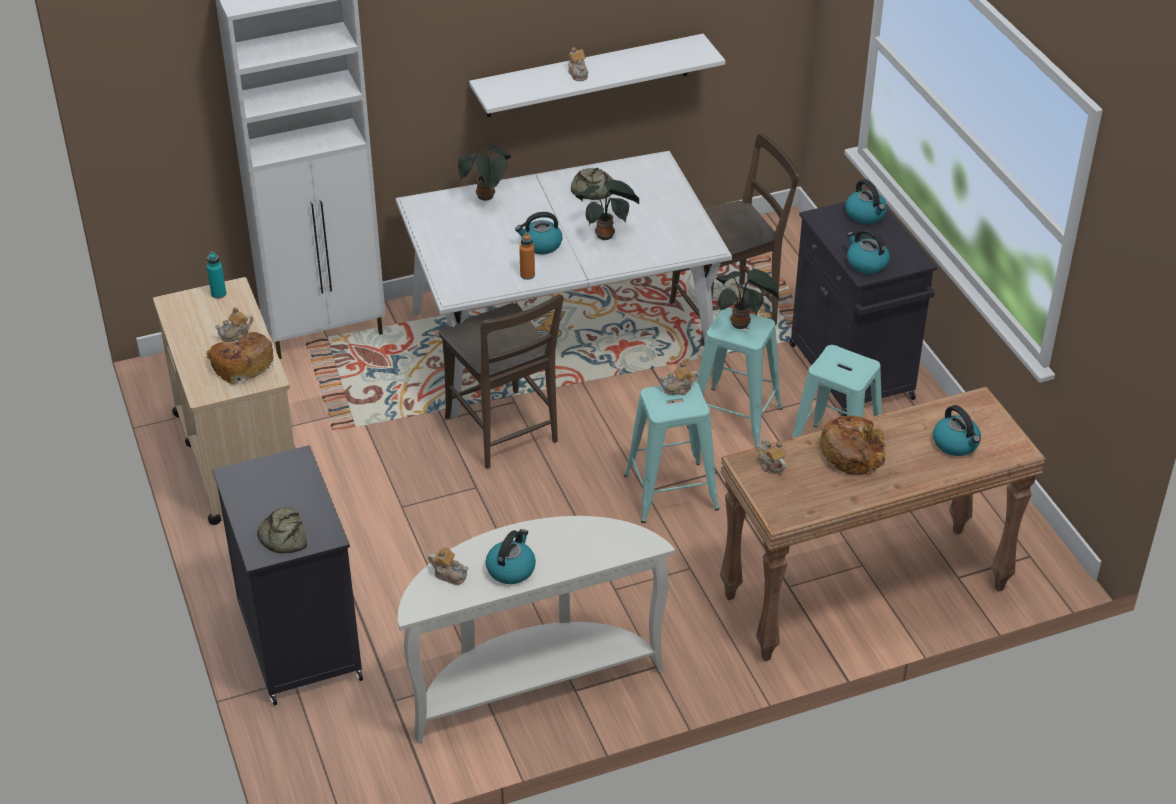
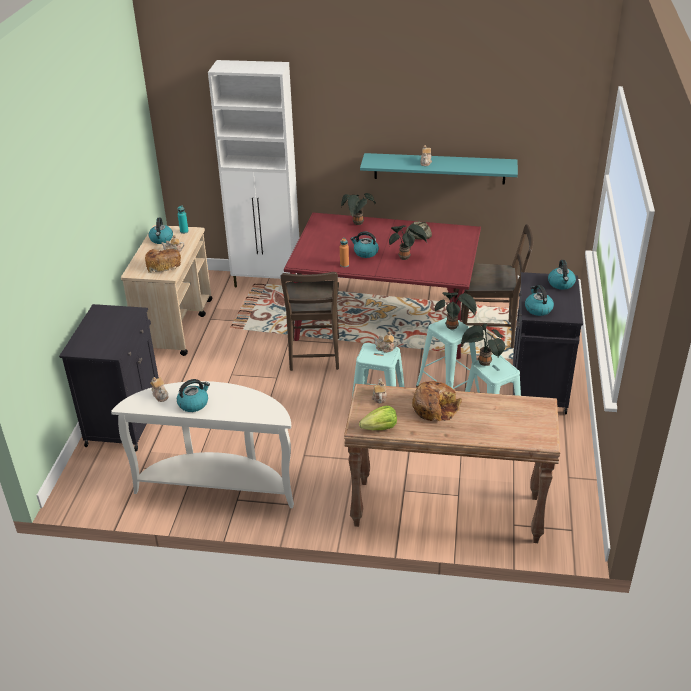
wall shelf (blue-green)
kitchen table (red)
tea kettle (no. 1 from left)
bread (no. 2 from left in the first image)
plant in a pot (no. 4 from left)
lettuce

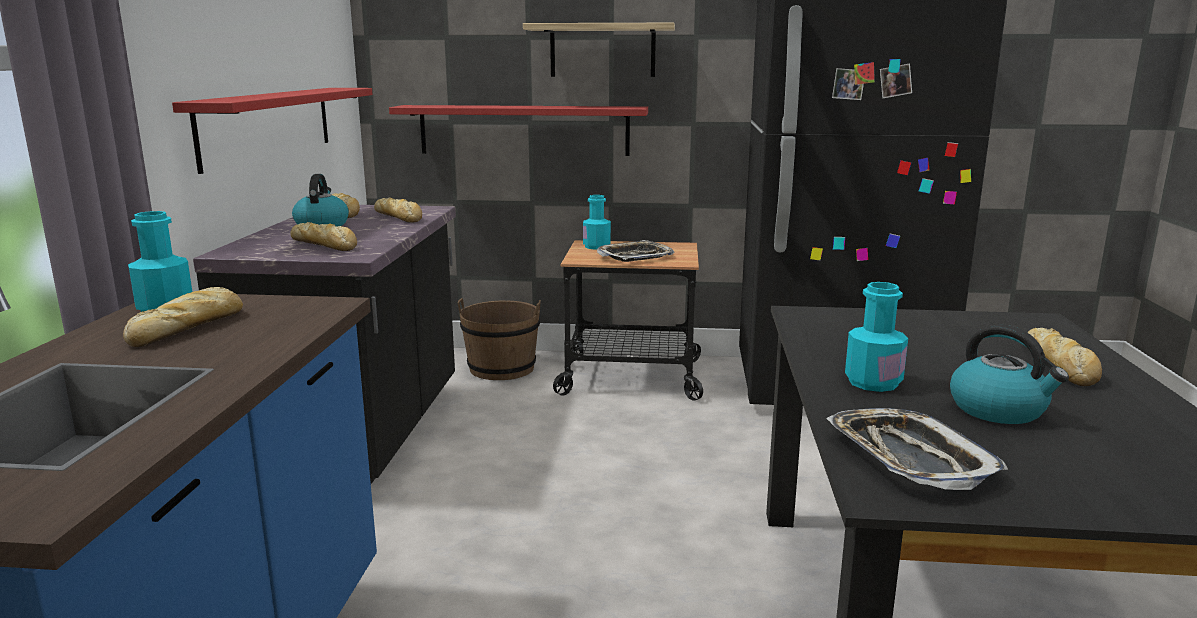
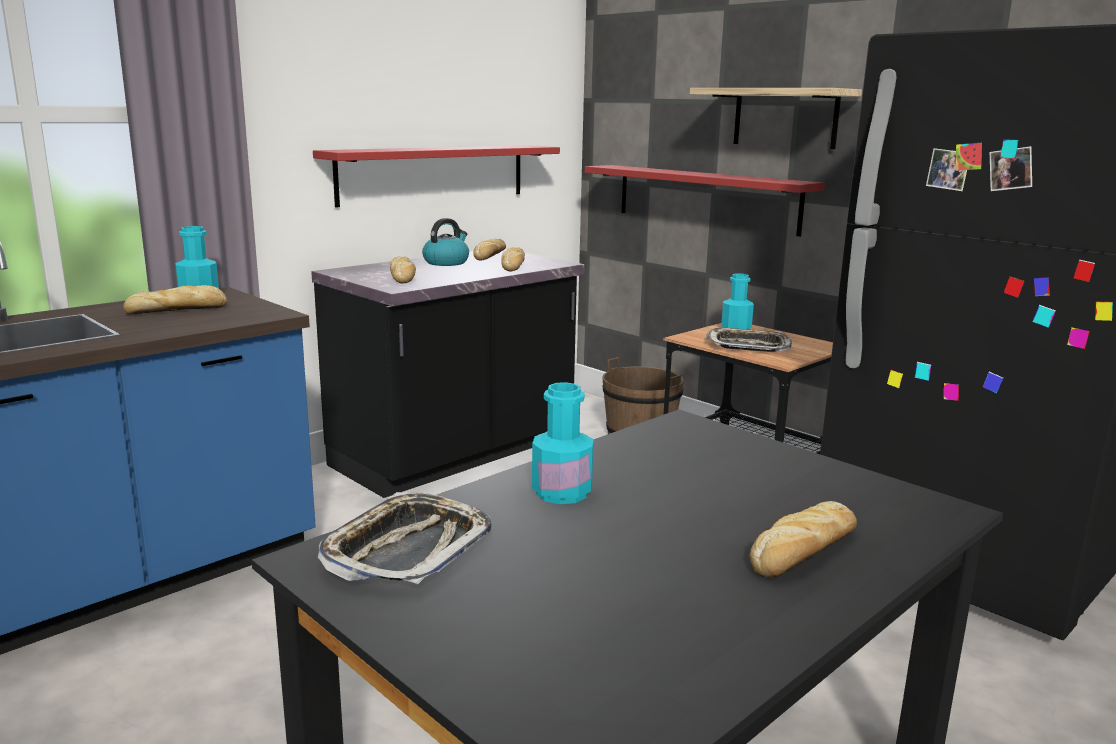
tea kettle (no. 2 from left in the first image)

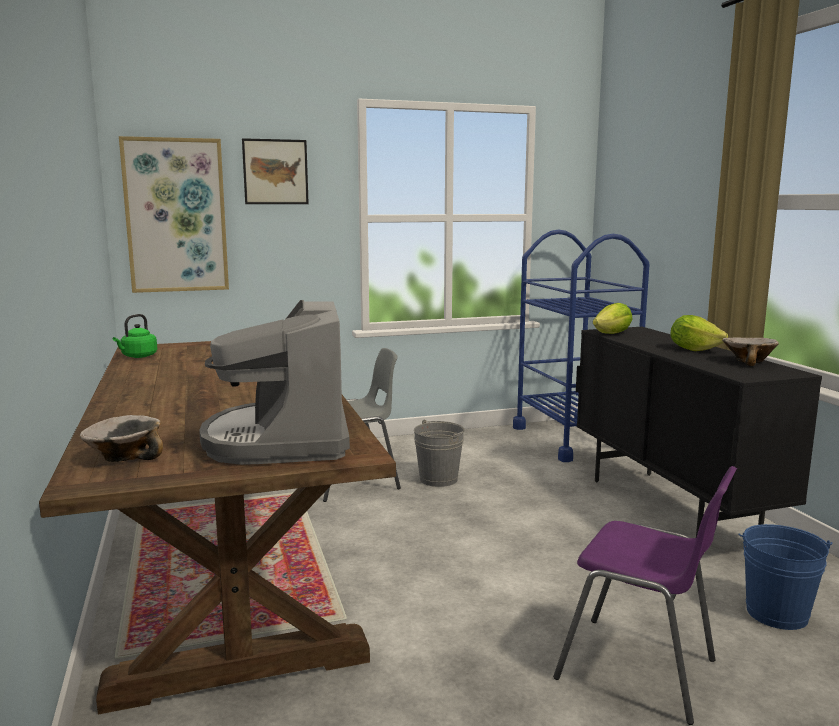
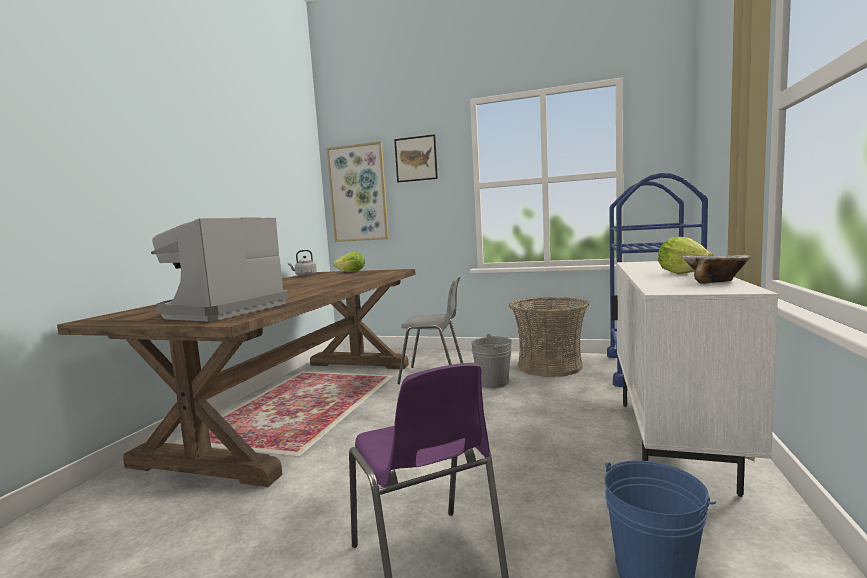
lettuce (no. 1 from left)
tea kettle (grey)
cabinet (white-coloured)
serving bowl (no. 1 from left in the first image)
basket

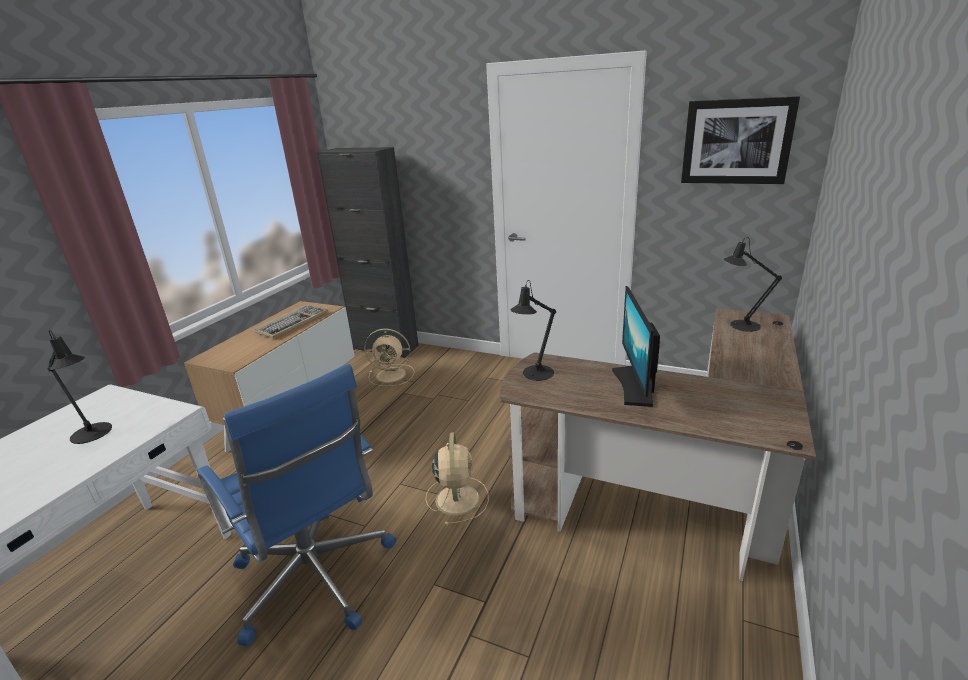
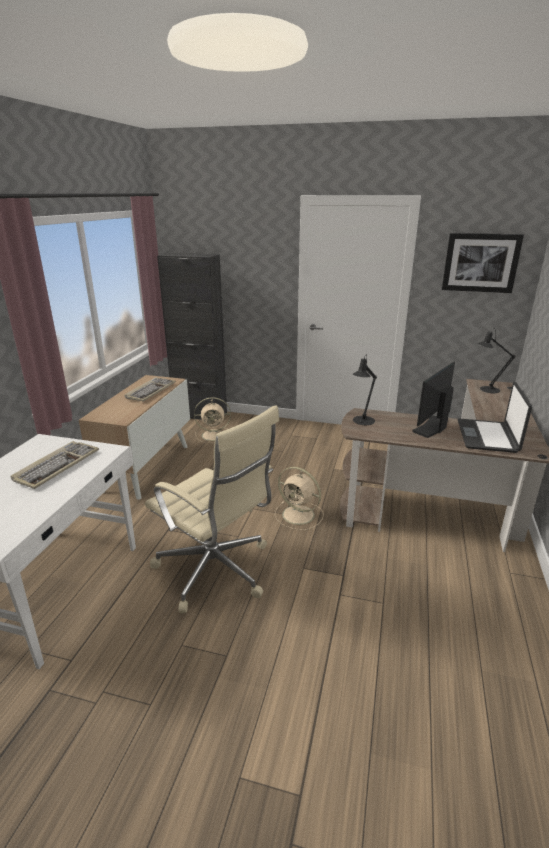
computer screen
PC keyboard (no. 1 from left)
computer chair (beige-coloured)
cooling fan (beige-coloured) (no. 2 from left)
notebook computer

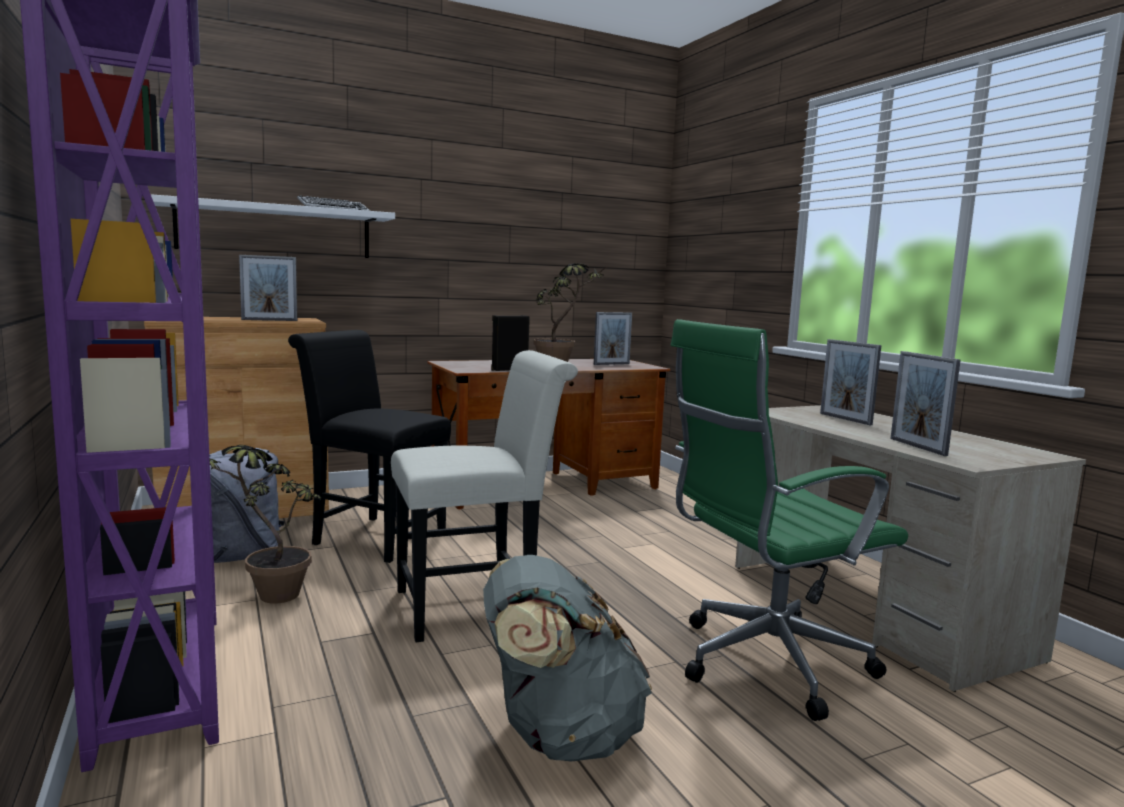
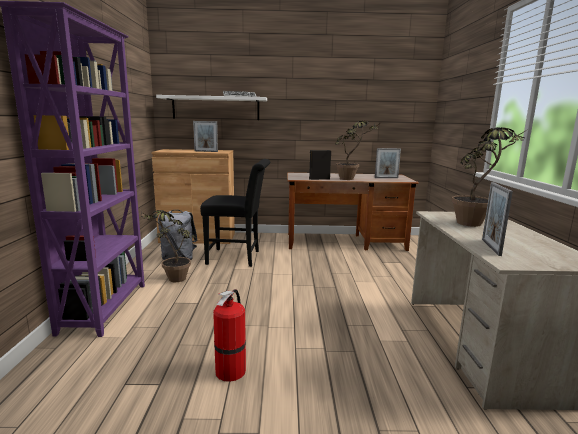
computer chair (green-coloured)
chair (black-coloured)
plant in a pot (no. 3 from left)
chair (white-coloured)
extinguisher

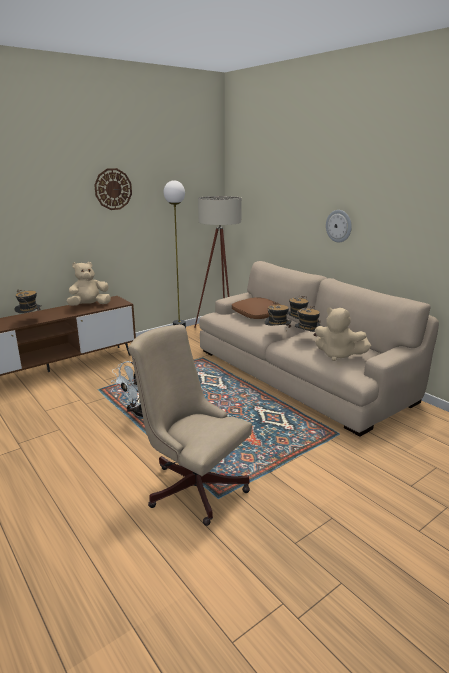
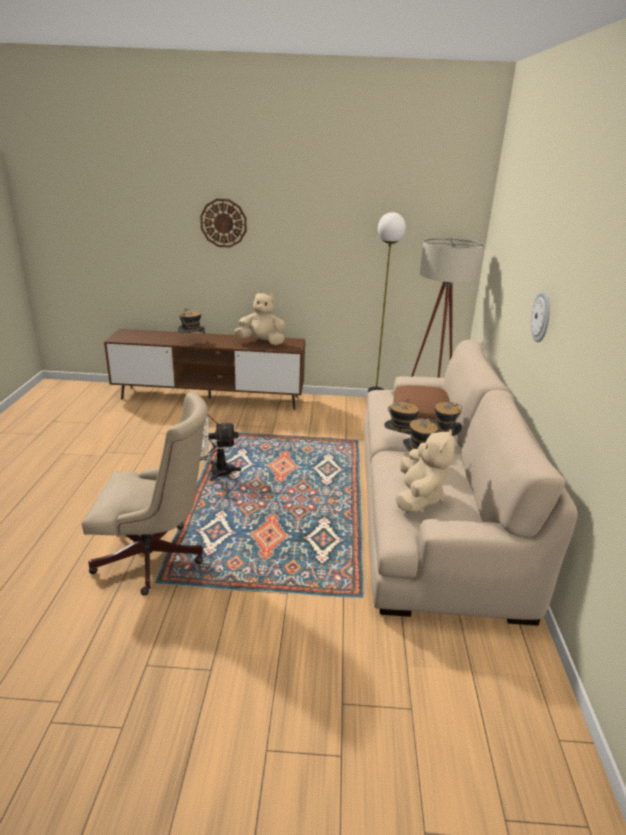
hanging clock (no. 1 from left)
plush toy (beige-coloured) (no. 2 from left)
computer chair (beige-coloured)

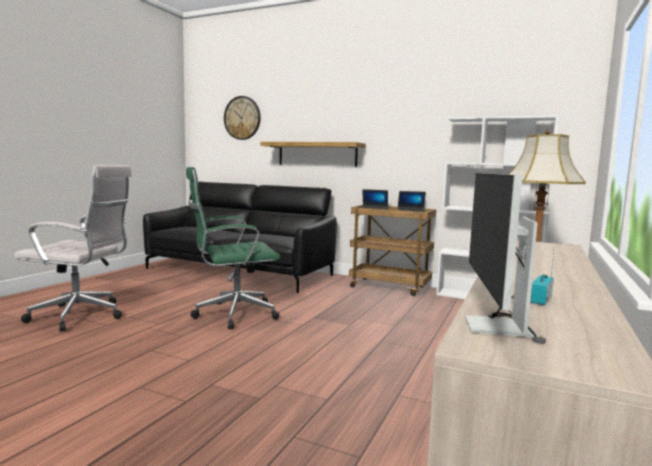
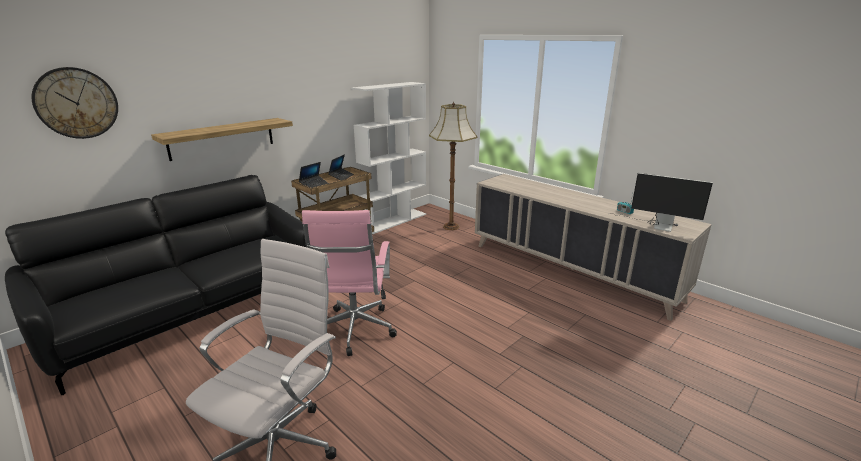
computer chair (pink)

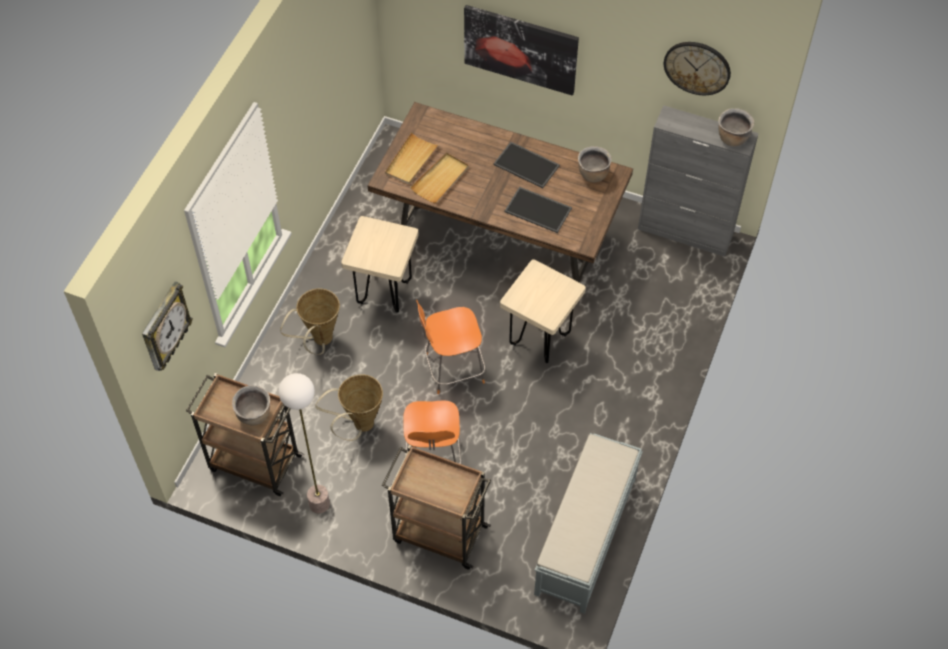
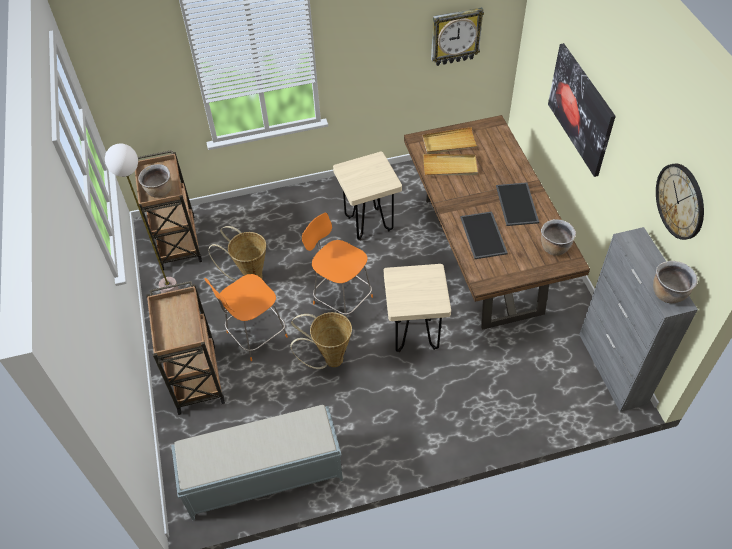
hanging clock (no. 1 from left)
basket (no. 2 from left)

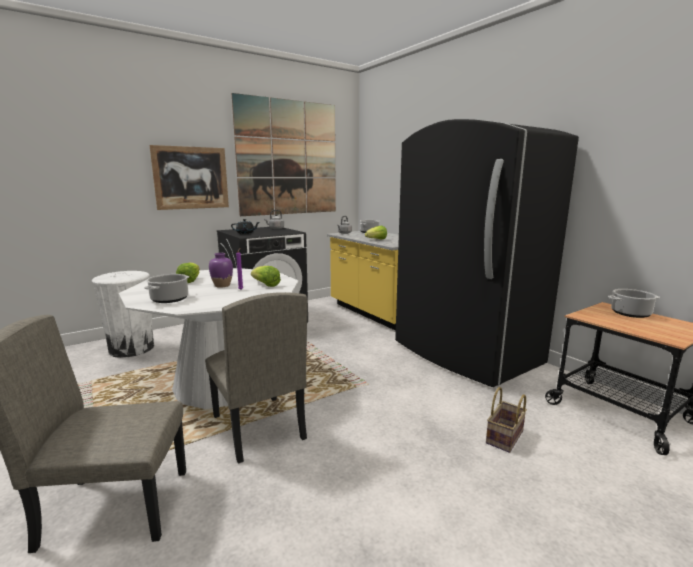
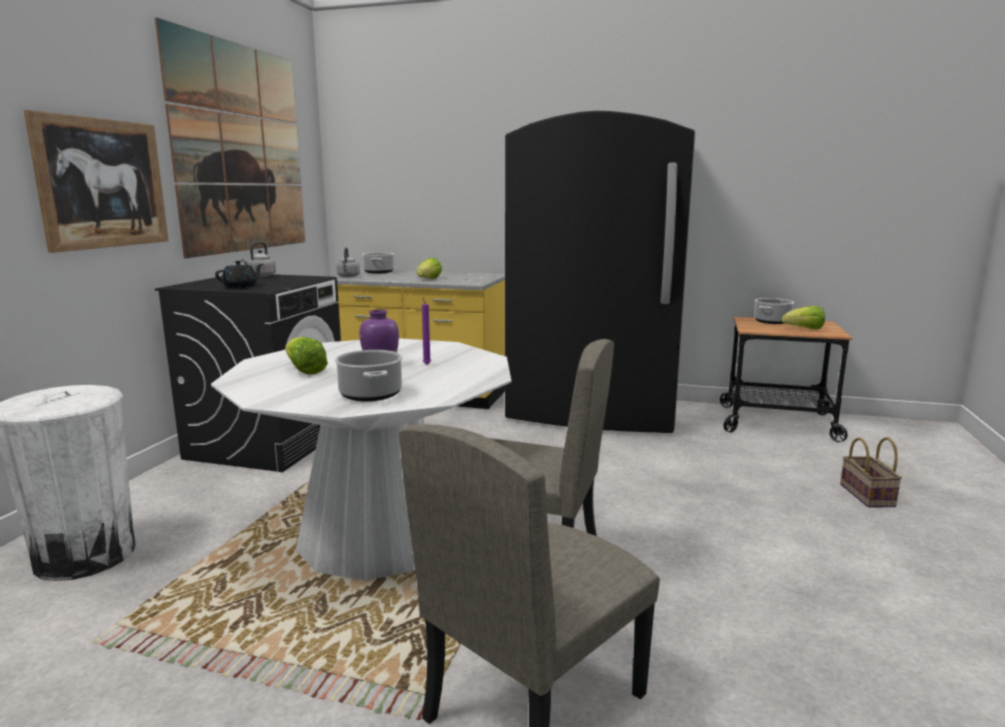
lettuce (no. 3 from left)
basket

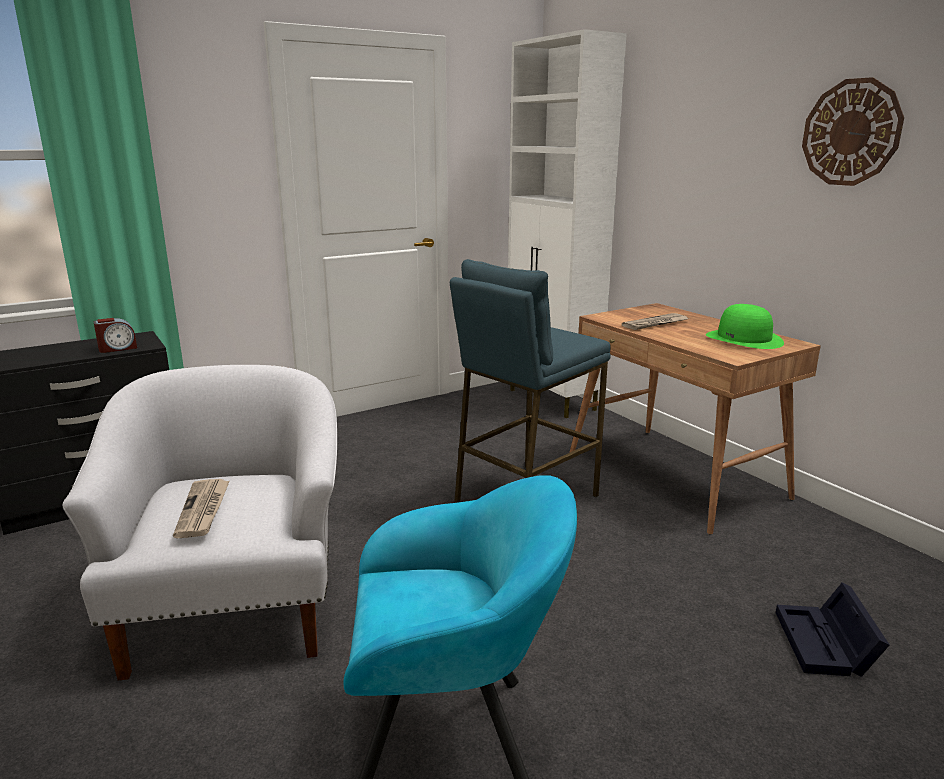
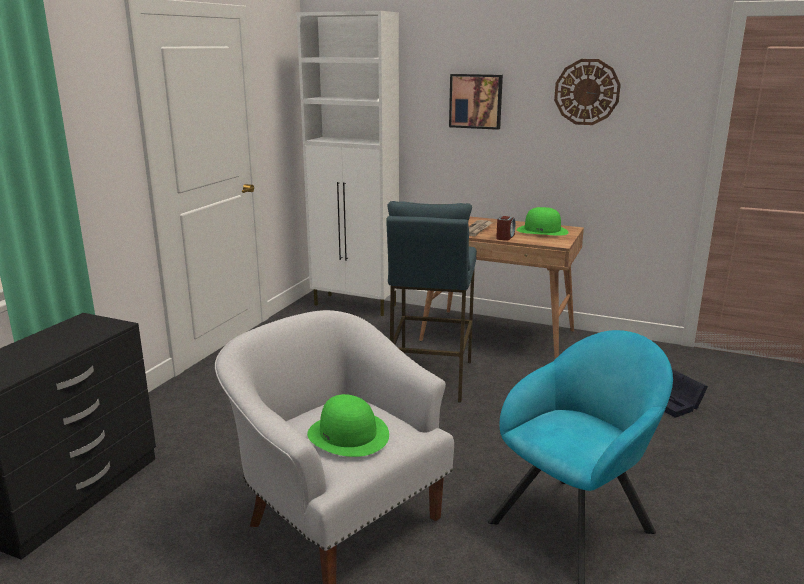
alarm clock
clothing hat (green-coloured) (no. 1 from left)
wall art

